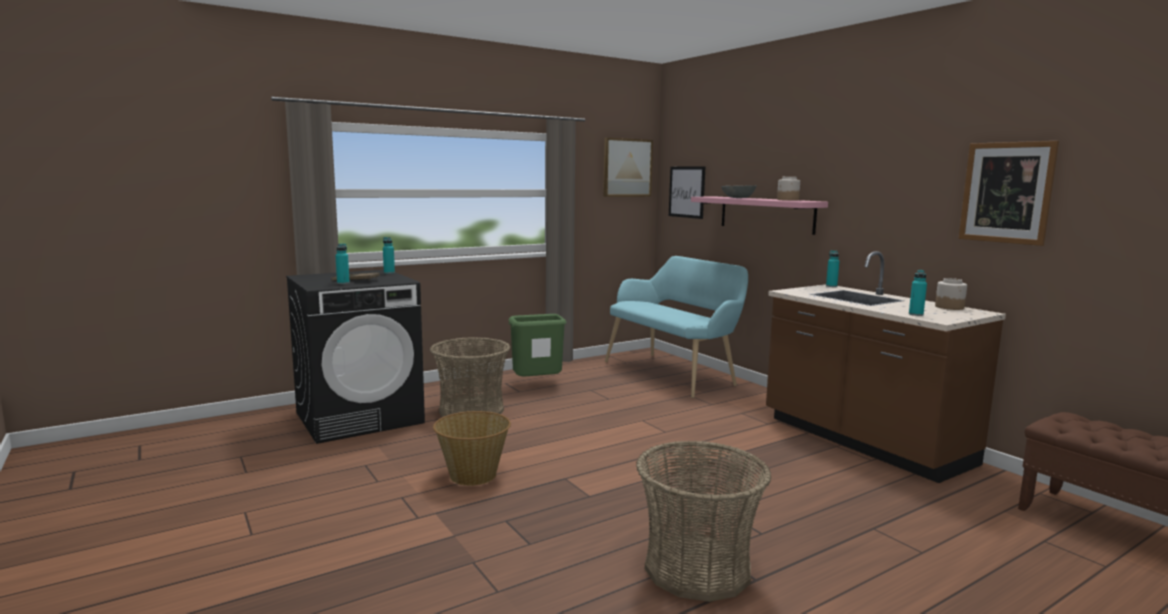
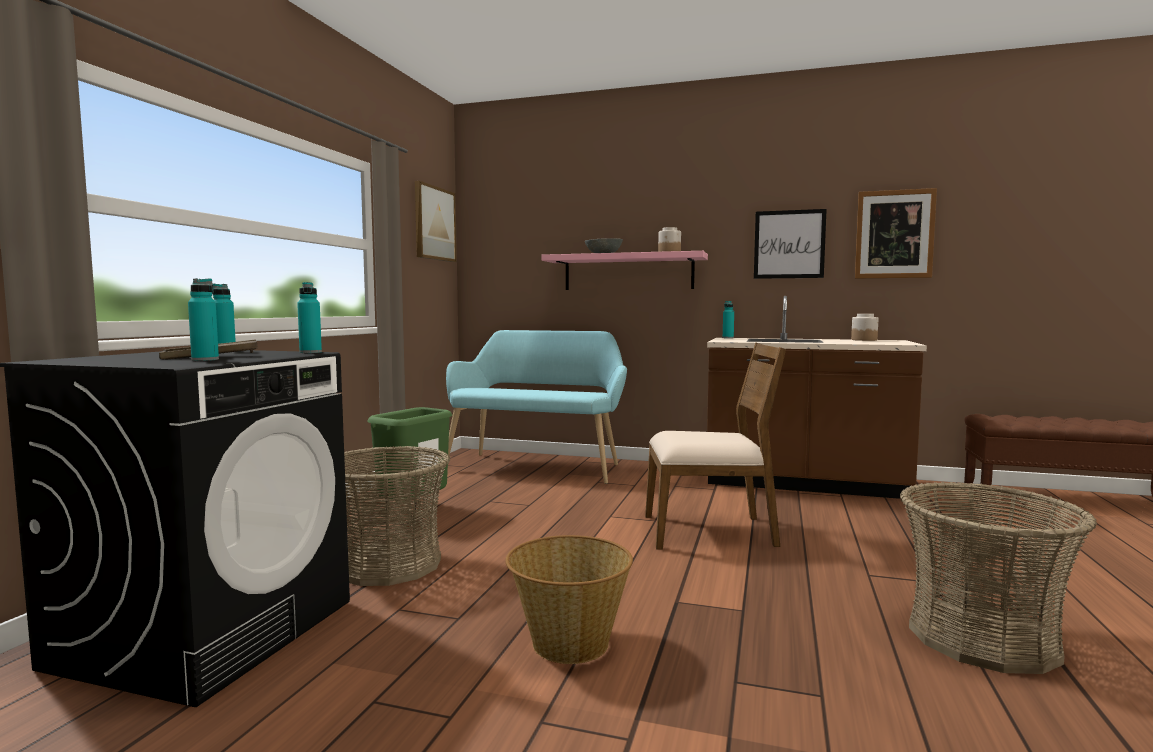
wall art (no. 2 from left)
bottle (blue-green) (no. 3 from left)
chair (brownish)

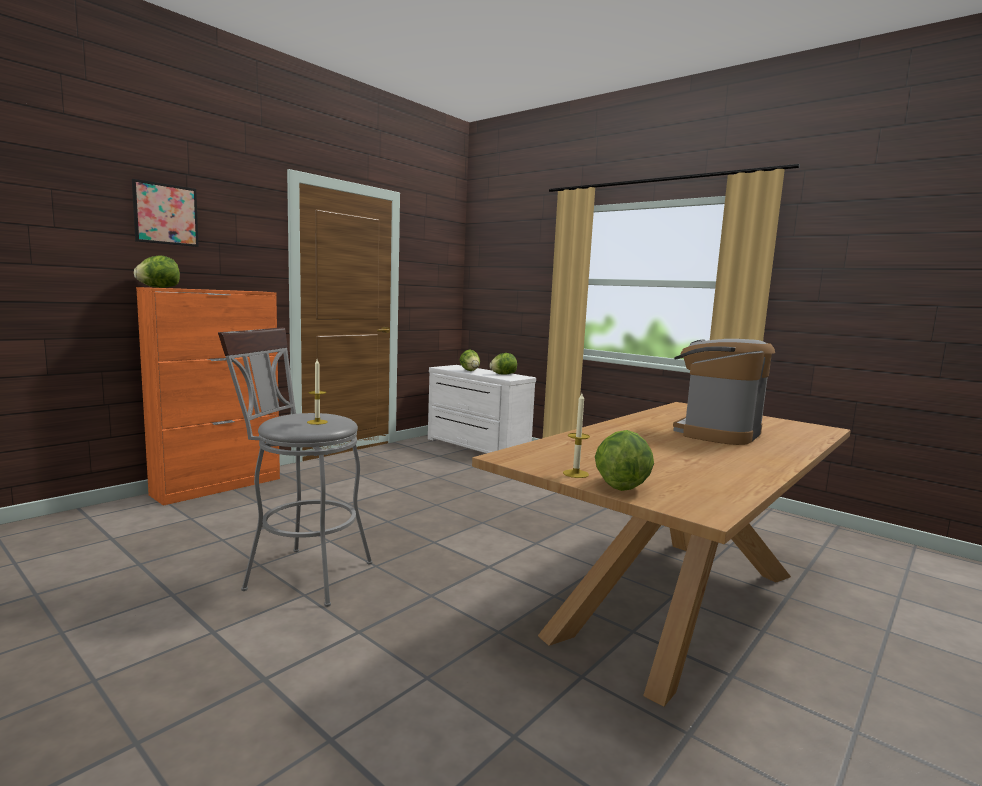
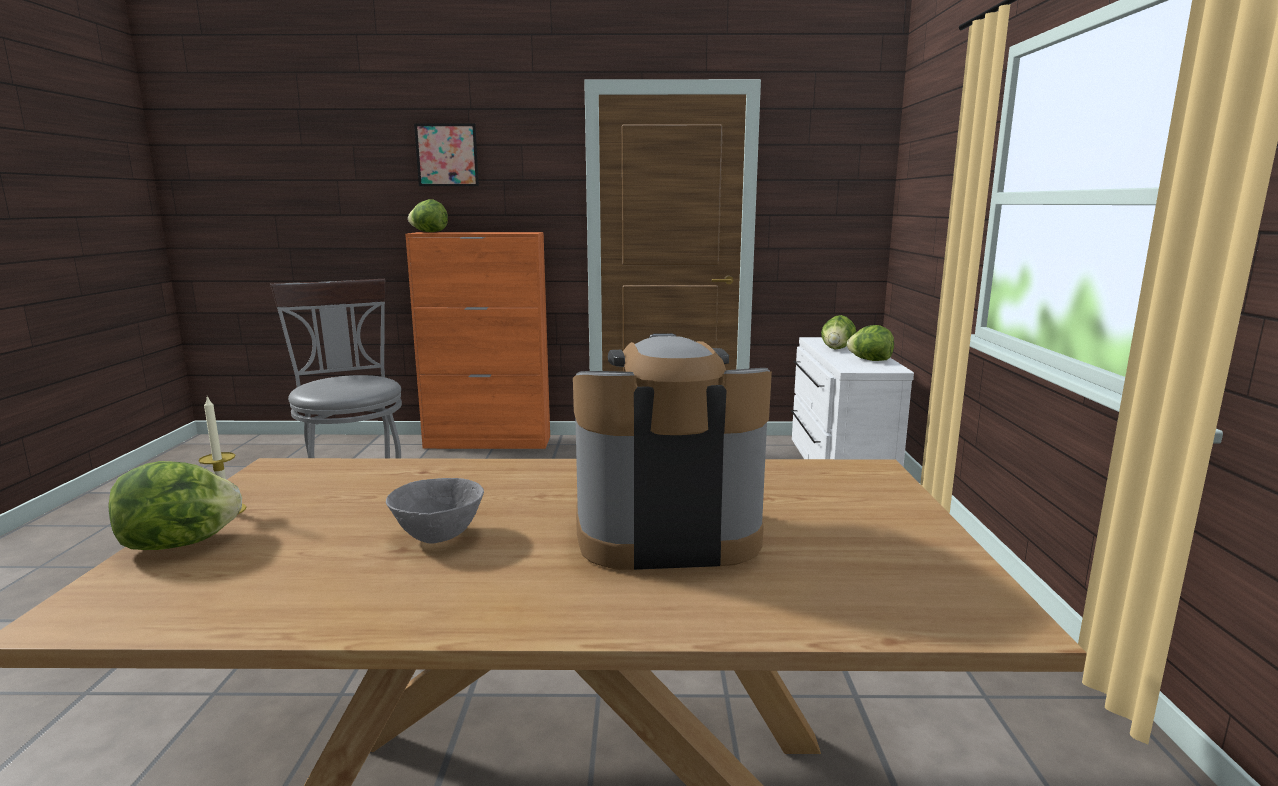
candle (no. 1 from left in the first image)
serving bowl (grey)

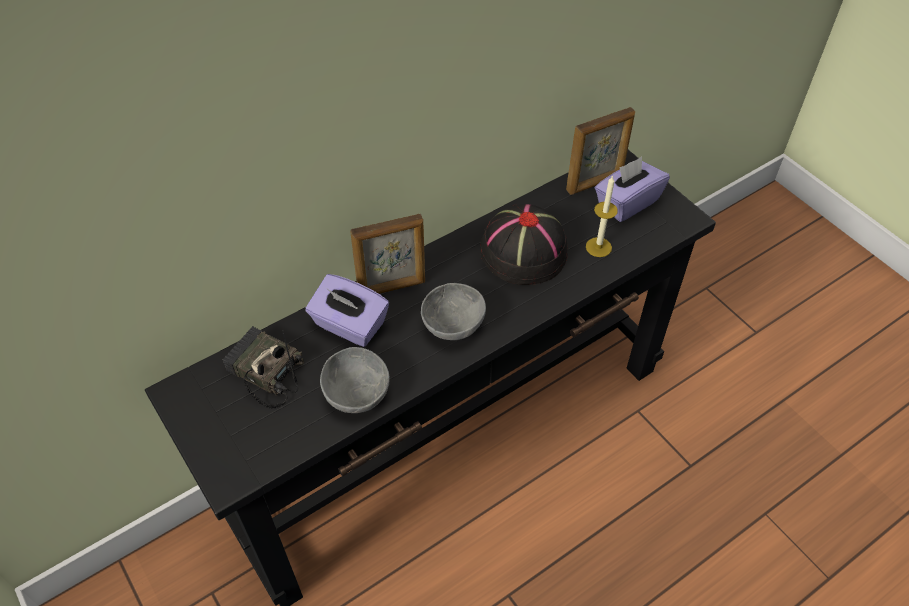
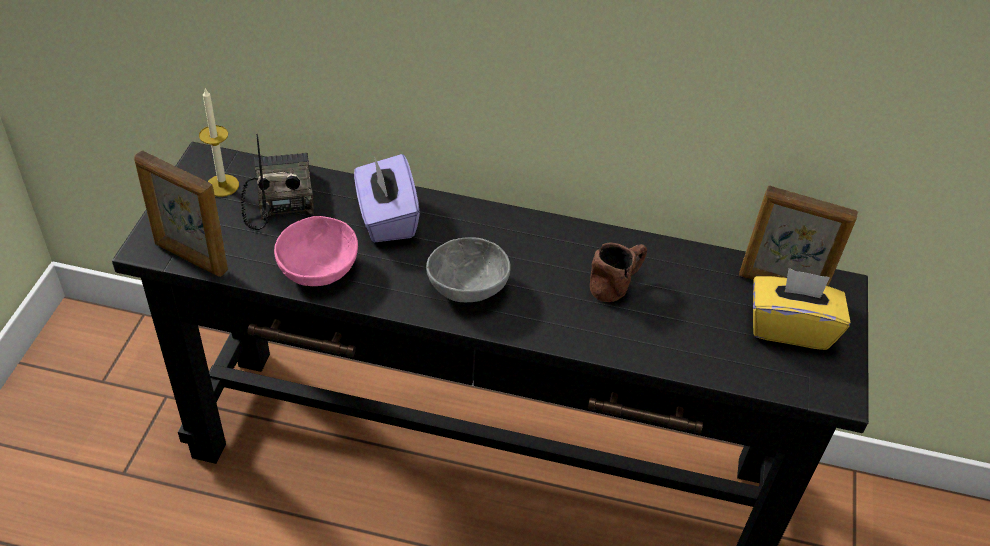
tissue holder (yellow-coloured)
candle
coffee mug (brownish)
standing frame (no. 1 from left)
serving bowl (pink)

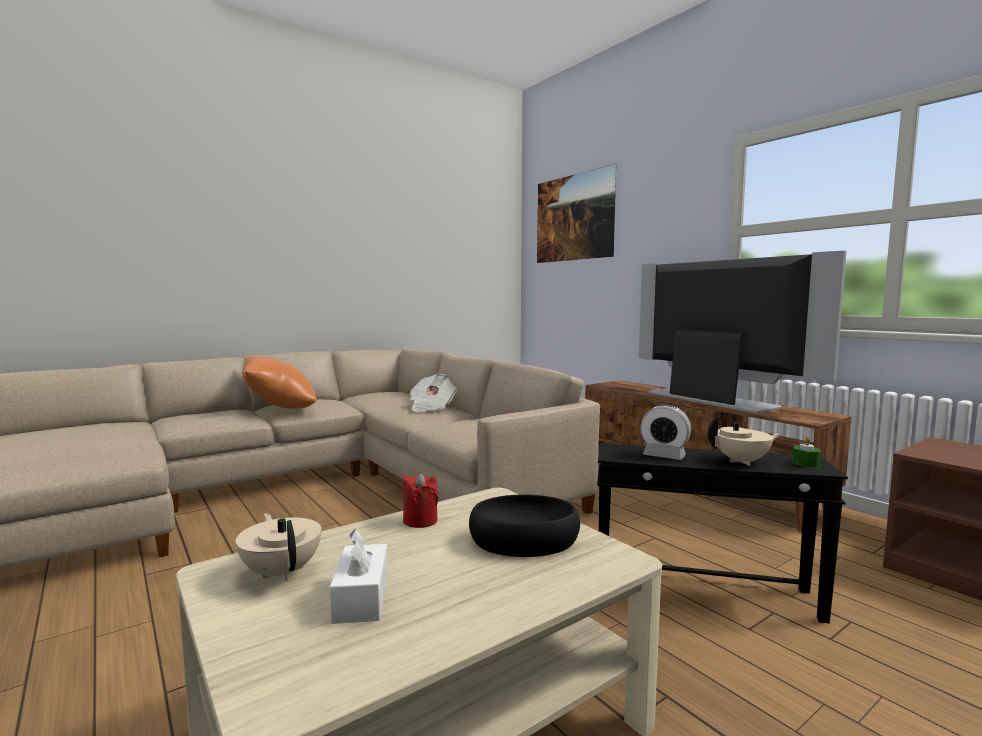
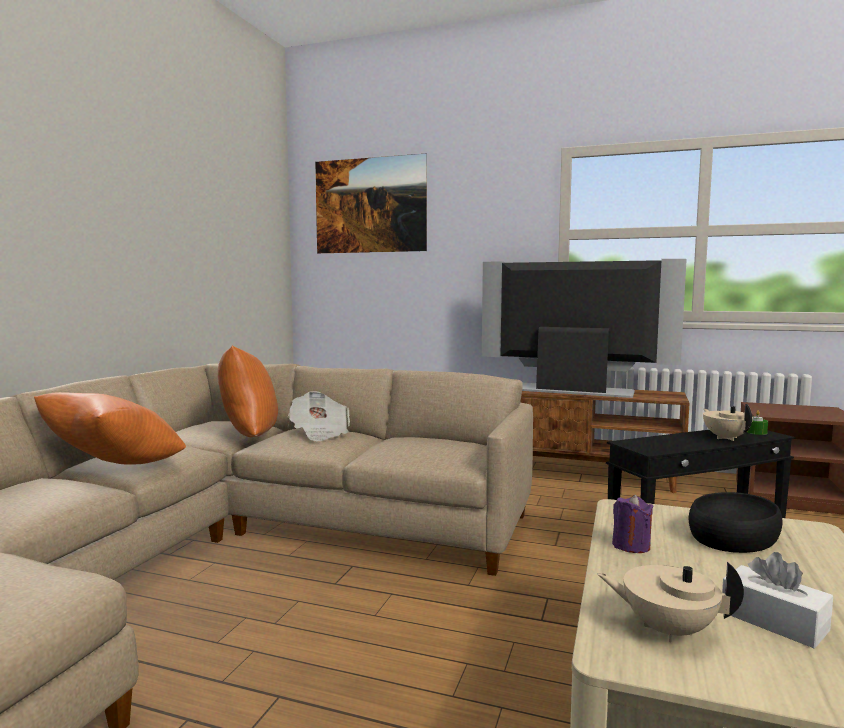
alarm clock
teapot (beige-coloured) (no. 2 from left)
candle (purple)
cushion (orange-coloured) (no. 2 from left)

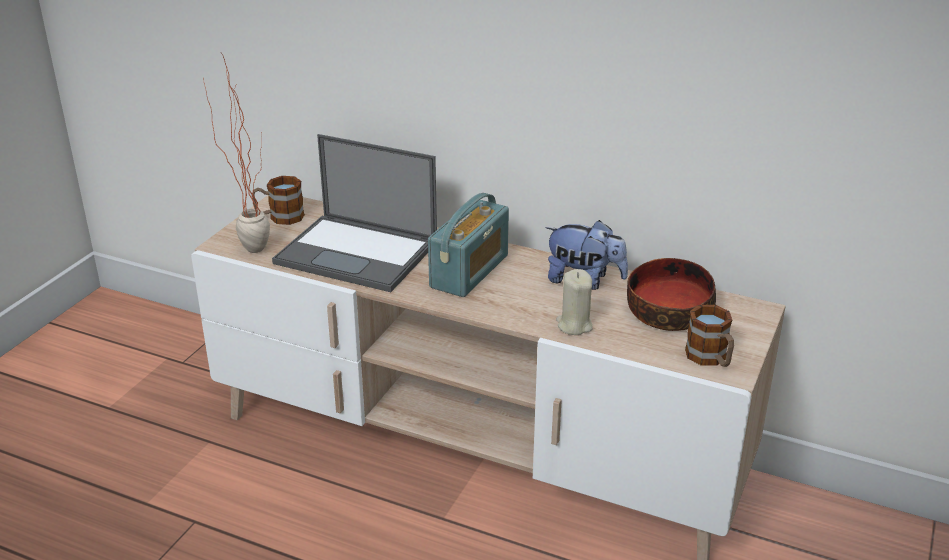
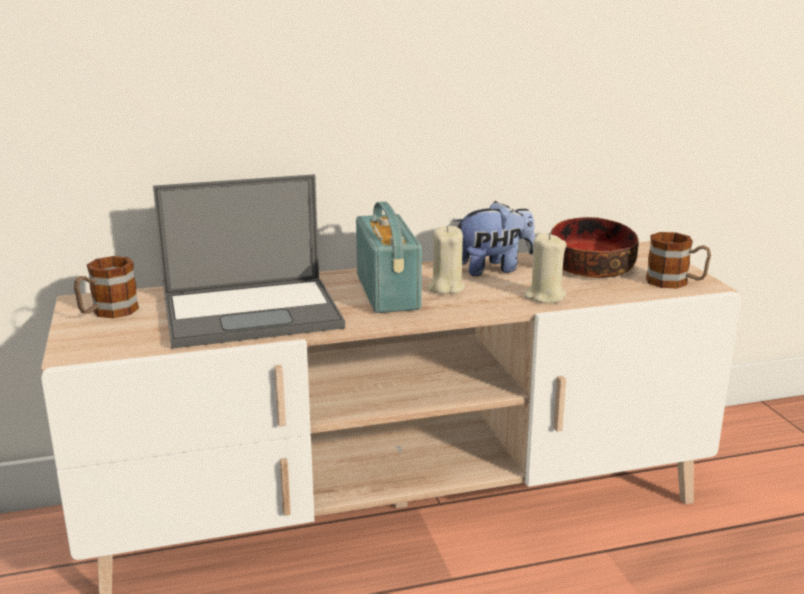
plant in a pot
candle (beige-coloured) (no. 1 from left)

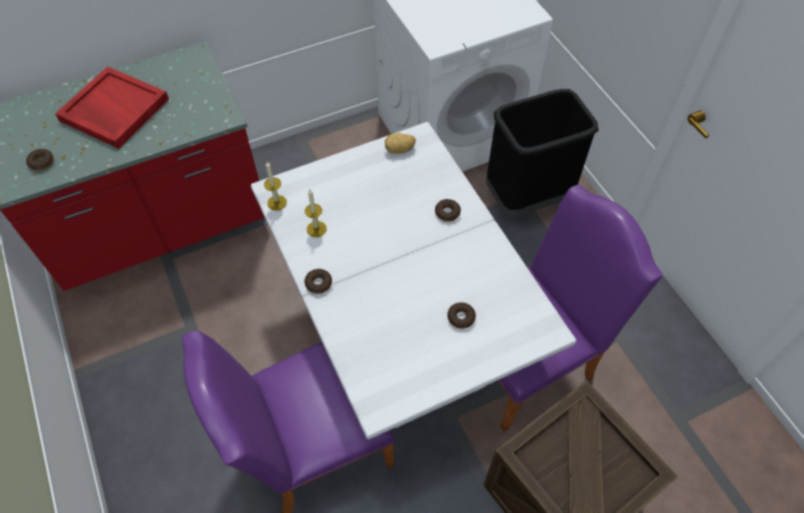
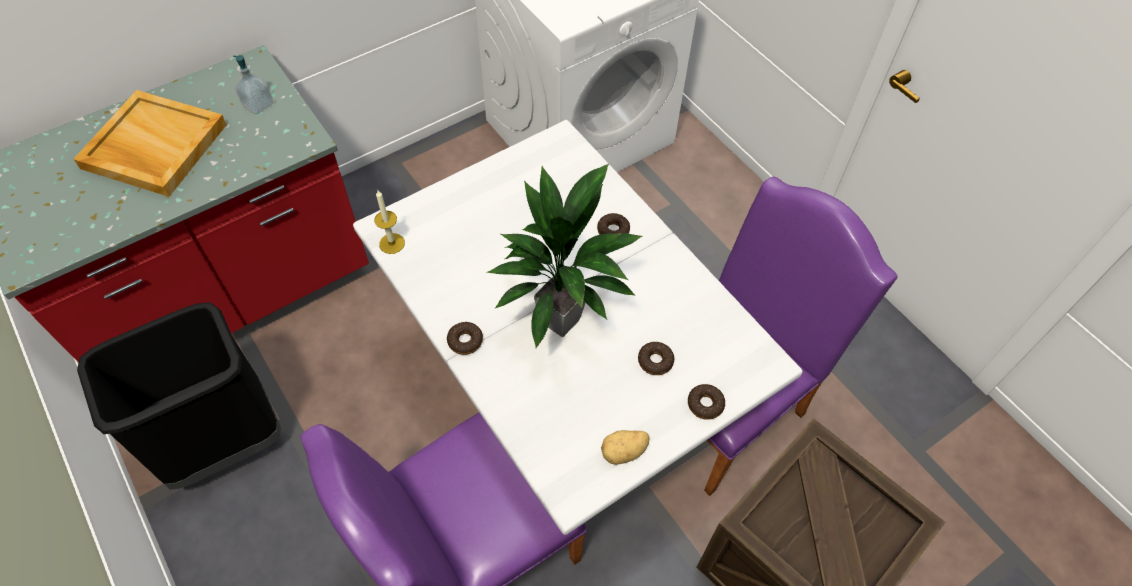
tray (beige-coloured)
waste bin (black-coloured)
potato
donut (no. 4 from left)
candle (no. 2 from left in the first image)
liquid soap bottle
plant in a pot

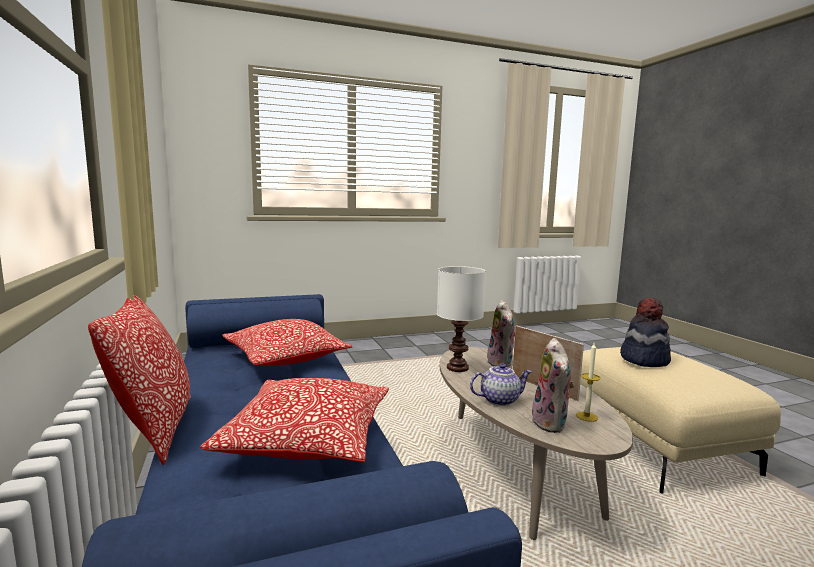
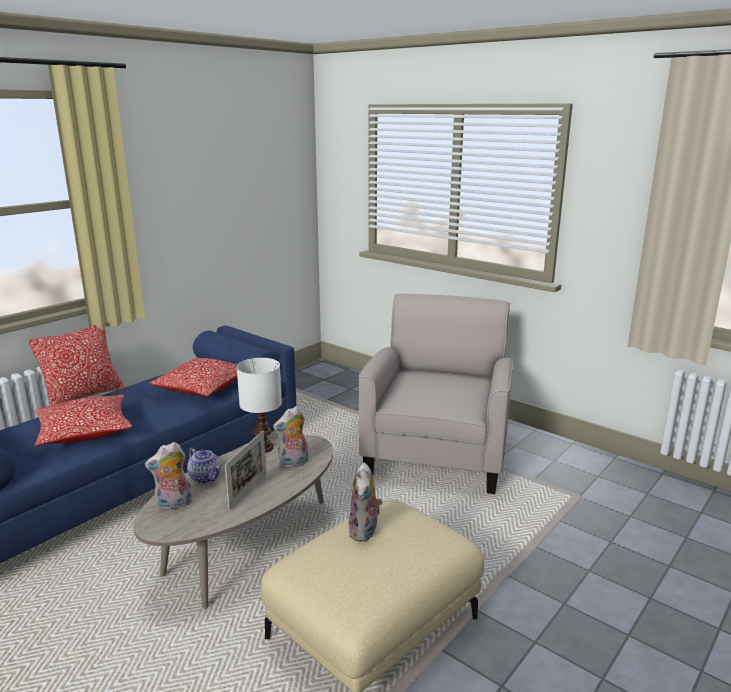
plush toy (no. 3 from left)
candle
armchair (beige-coloured)

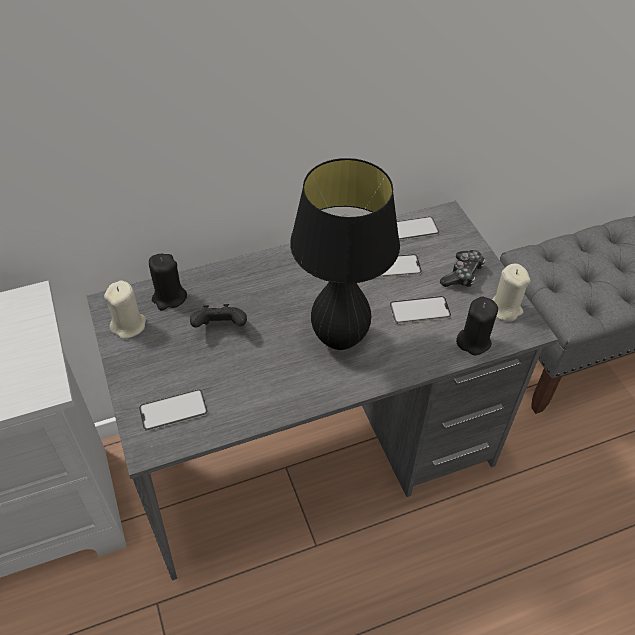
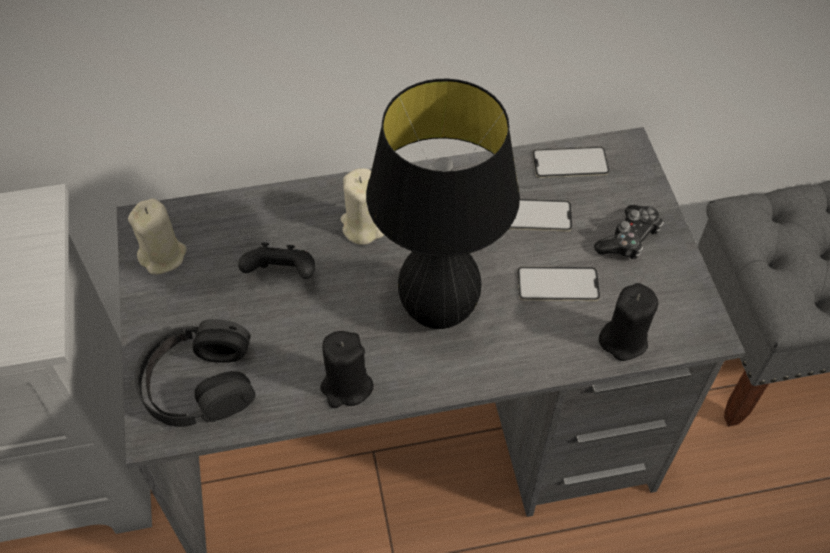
candle (black-coloured) (no. 1 from left)
candle (beige-coloured) (no. 2 from left)
headphones (black-coloured)

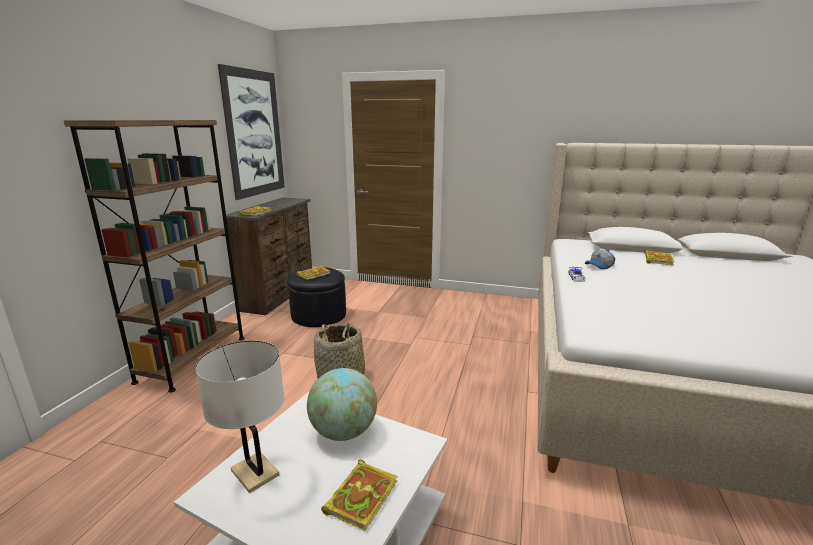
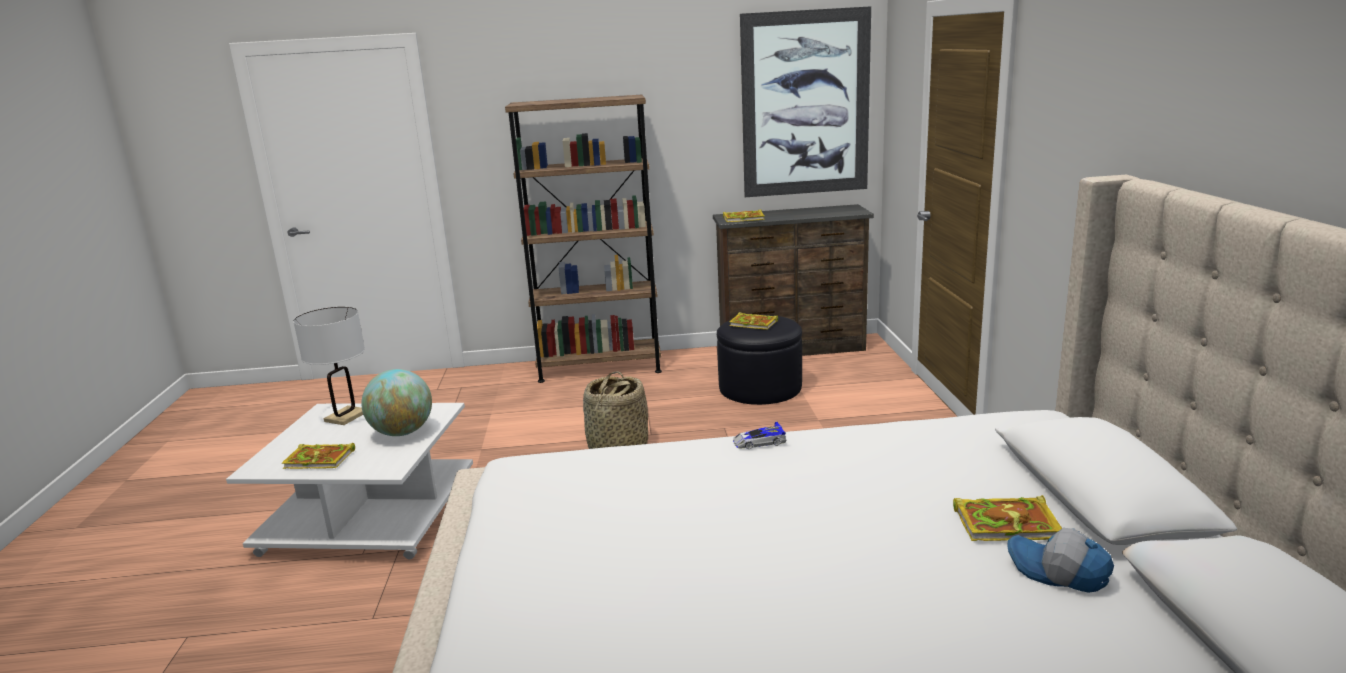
baseball cap

